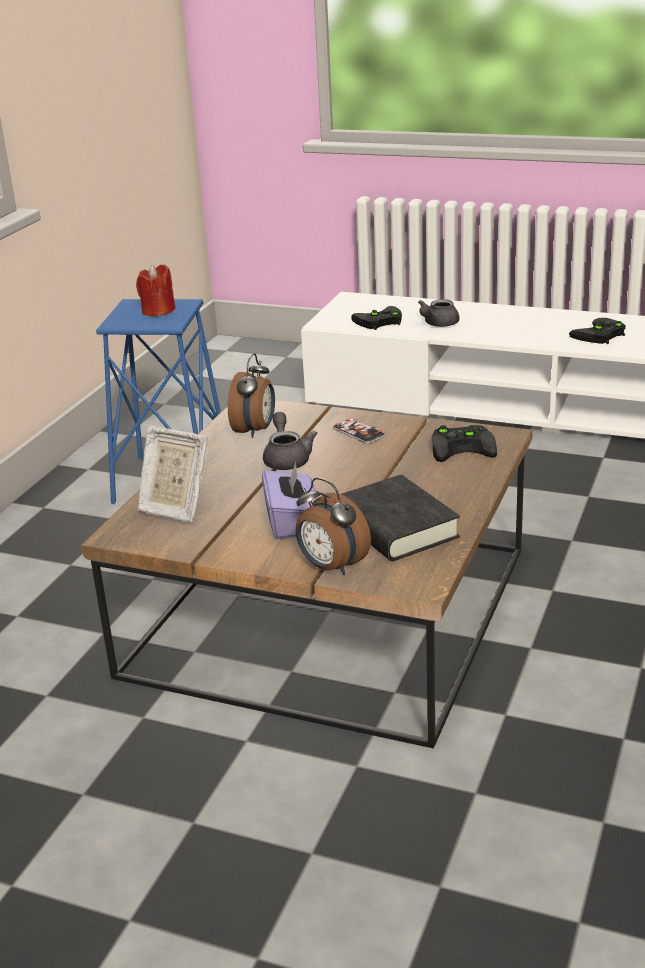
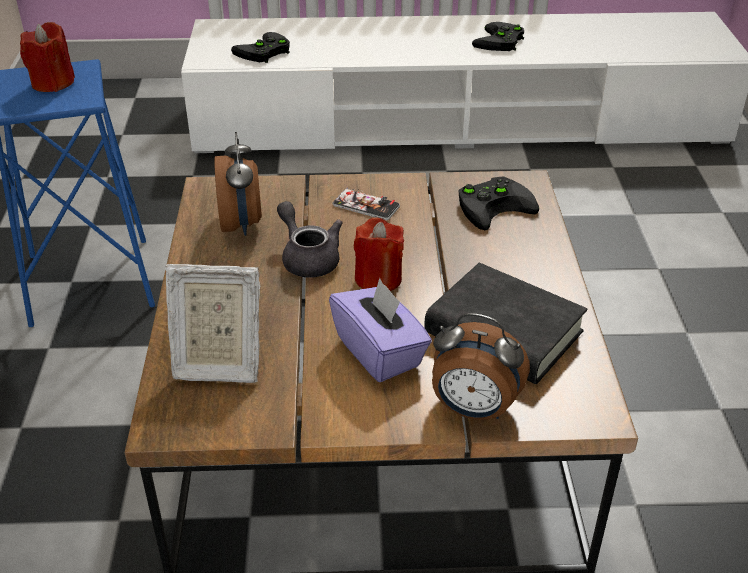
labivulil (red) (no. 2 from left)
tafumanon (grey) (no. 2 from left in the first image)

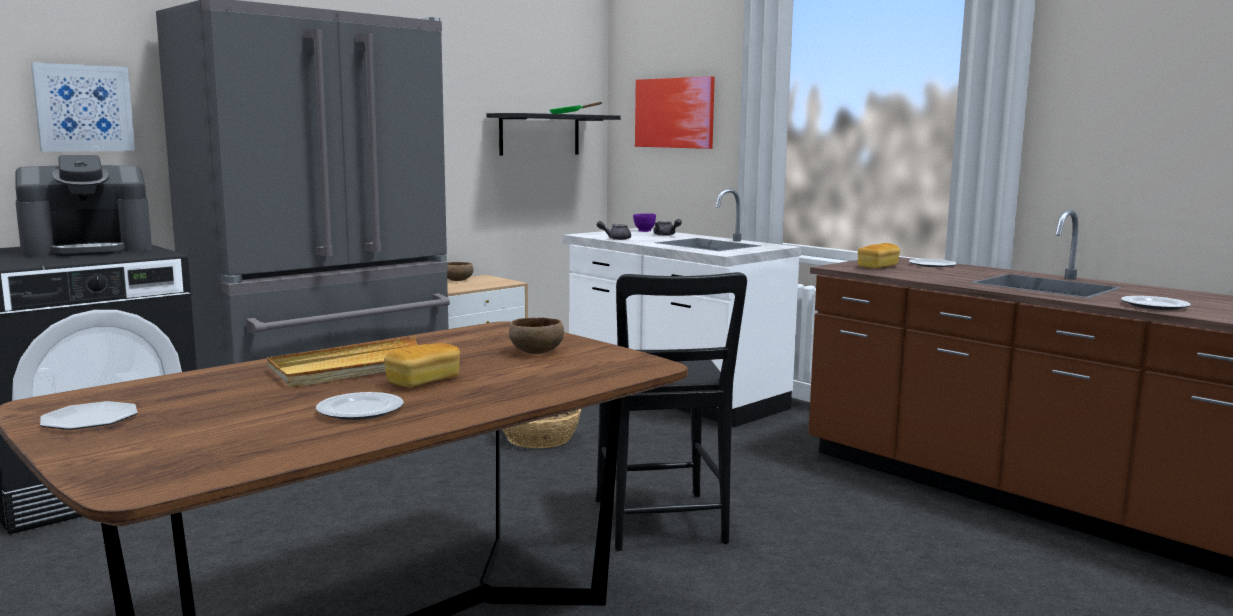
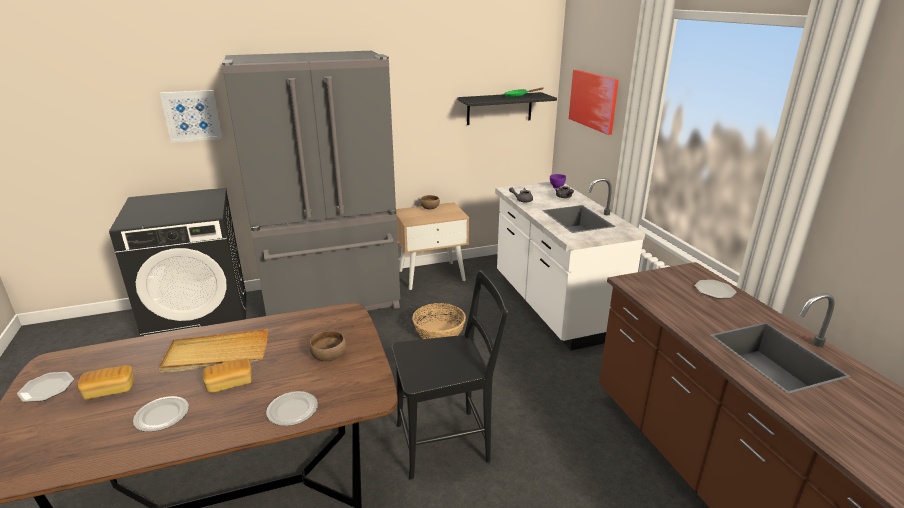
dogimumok (no. 1 from left)
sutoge (no. 3 from left)
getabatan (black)
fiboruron

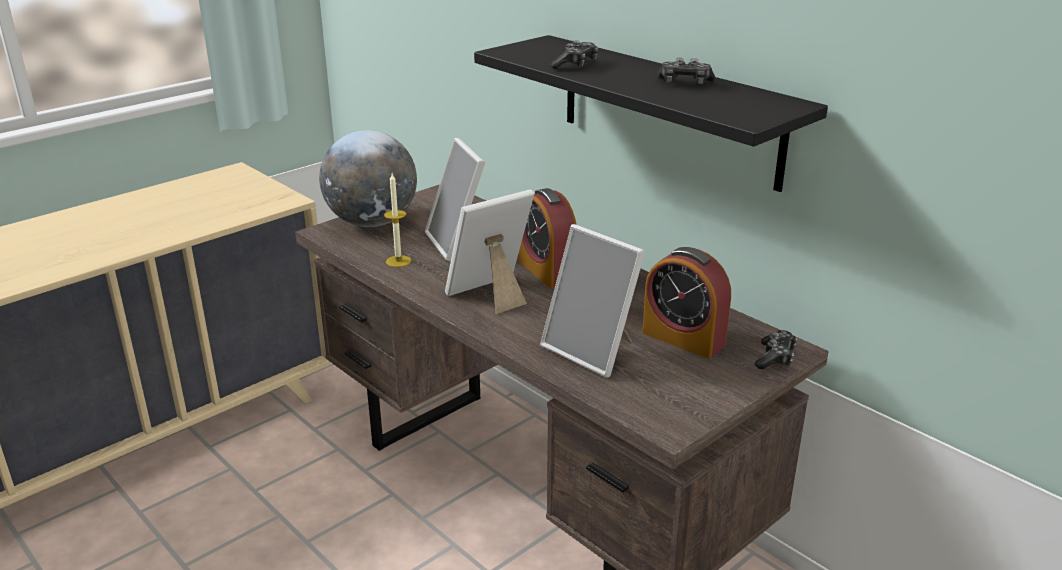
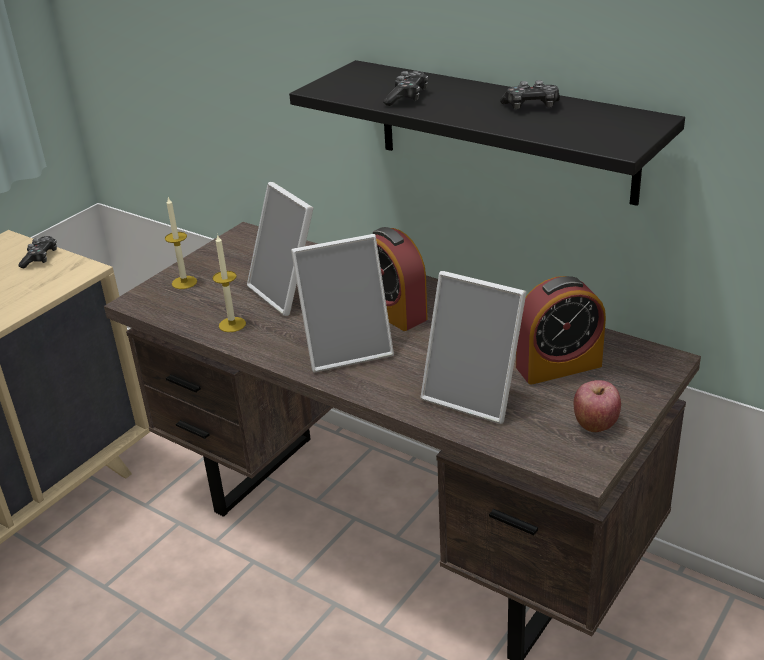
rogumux (no. 1 from left)
labivulil (no. 1 from left)
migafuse (no. 2 from left)
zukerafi (no. 2 from left)
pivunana

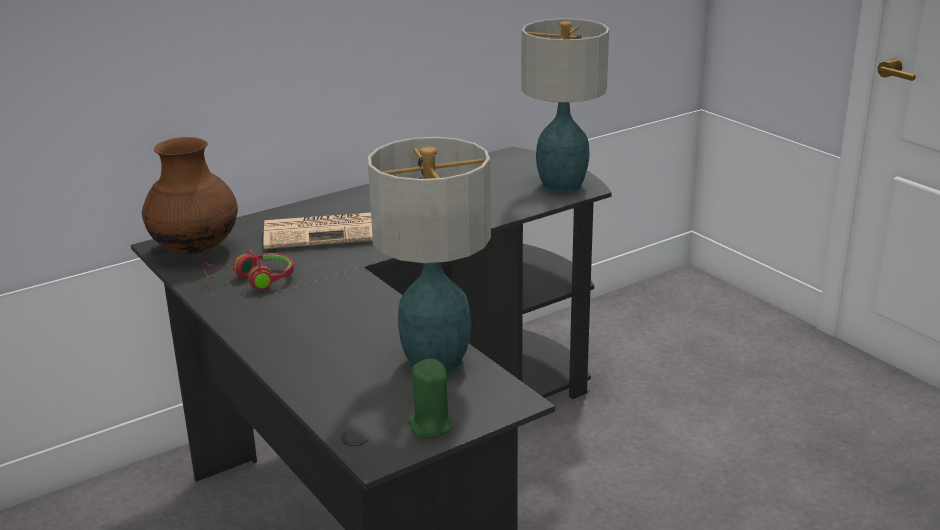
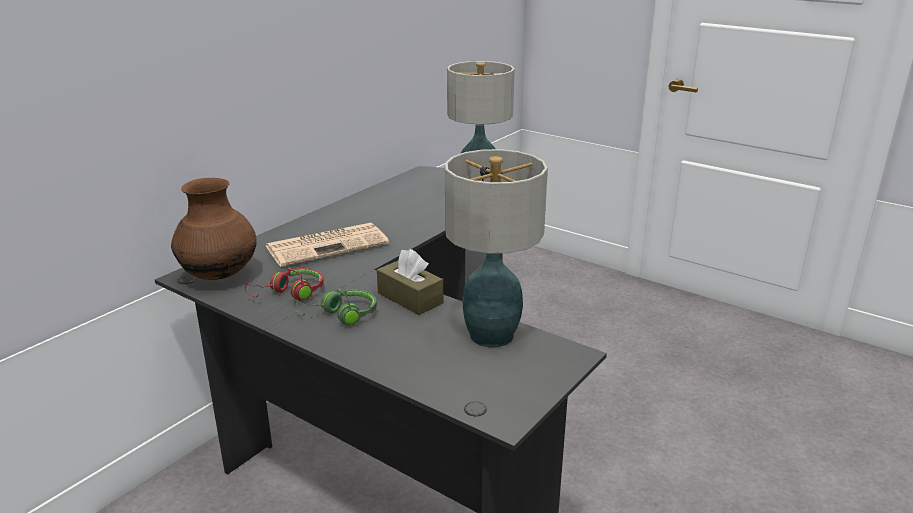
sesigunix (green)
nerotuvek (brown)
labivulil (green)

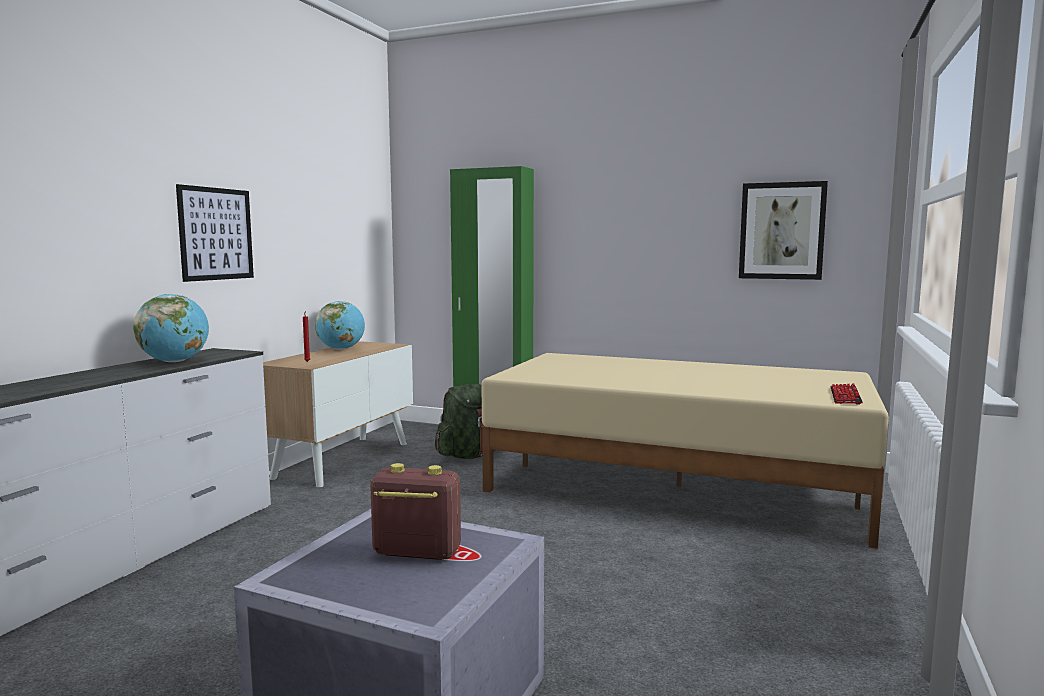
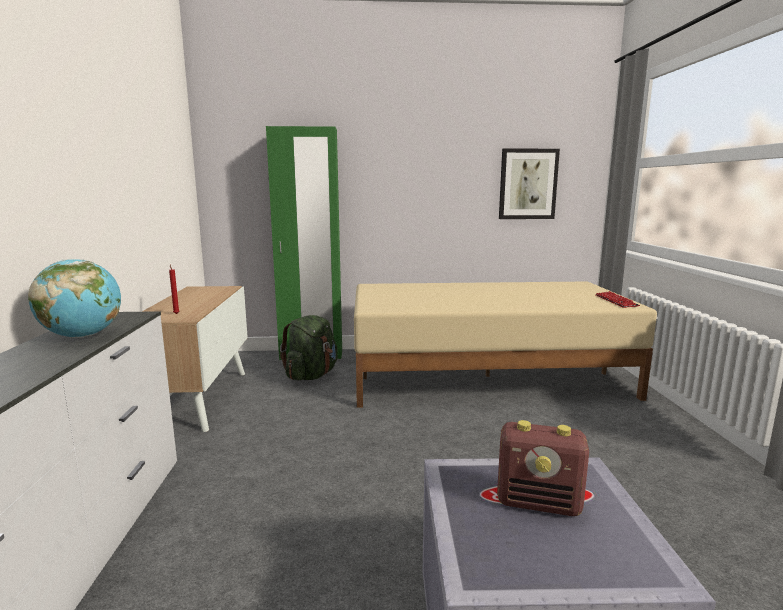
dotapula
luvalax (no. 1 from left in the first image)
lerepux (no. 2 from left in the first image)

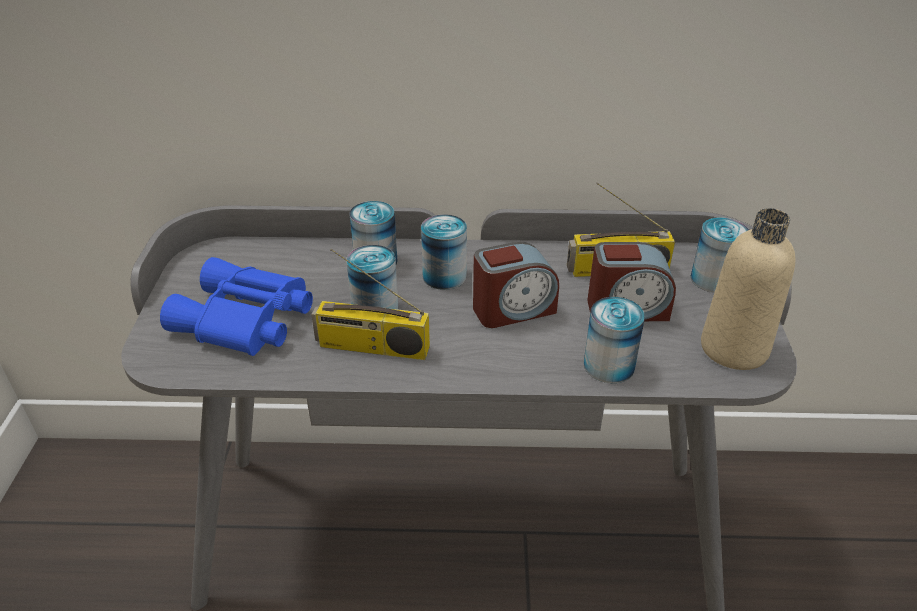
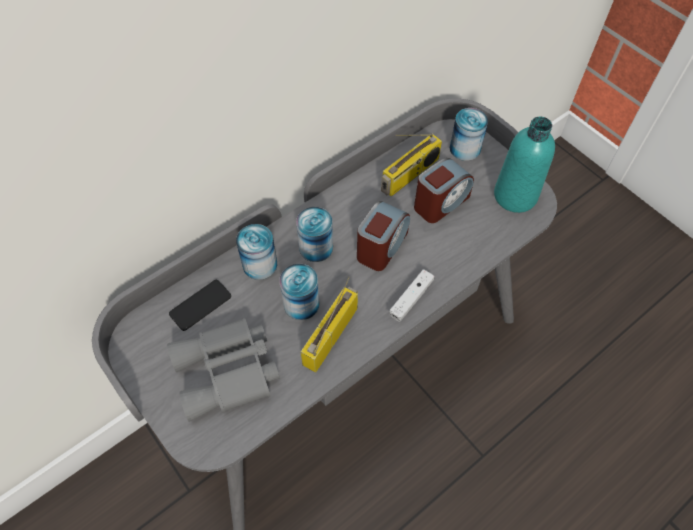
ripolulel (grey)
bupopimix
dotapula (no. 1 from left)
rogumux (white)
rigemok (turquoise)
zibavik (no. 4 from left in the first image)

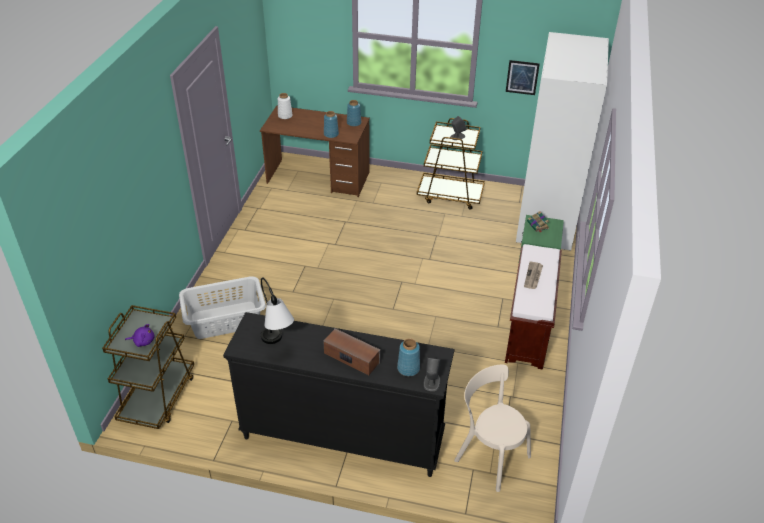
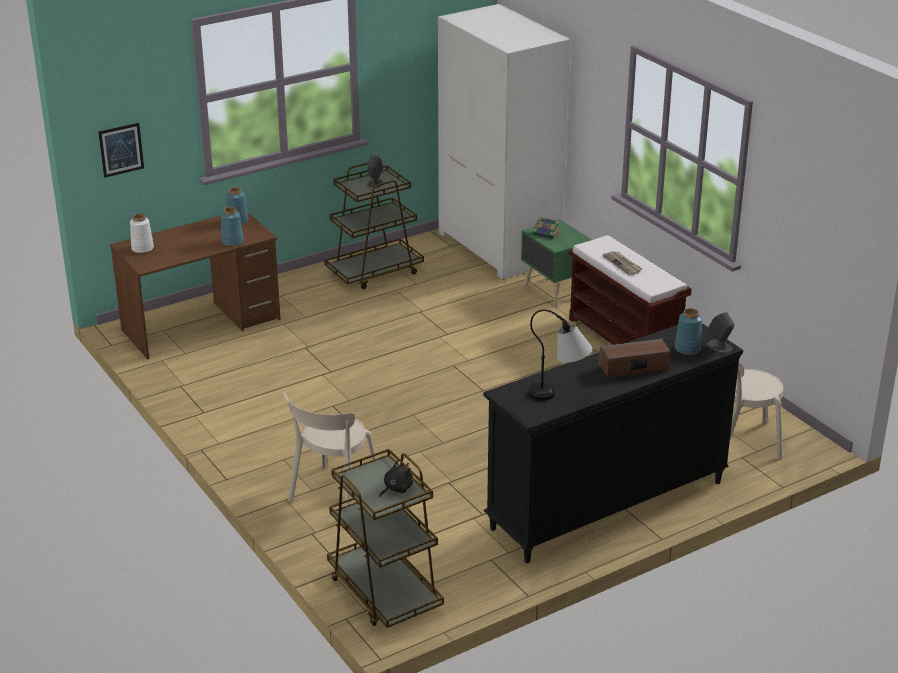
luvalax
getabatan (beige) (no. 1 from left)
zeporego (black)

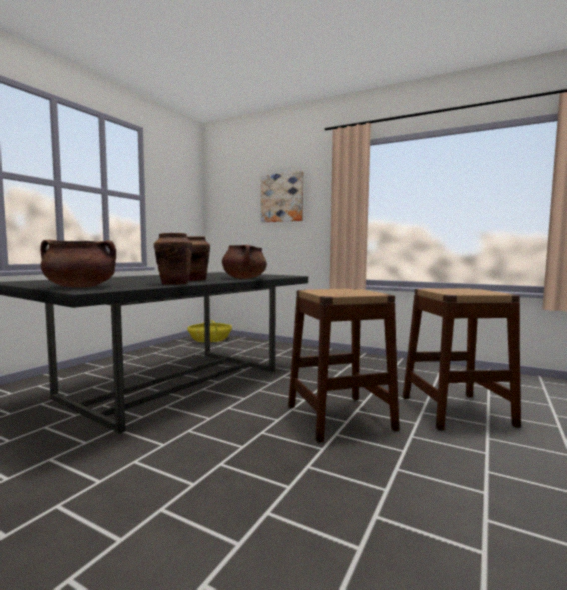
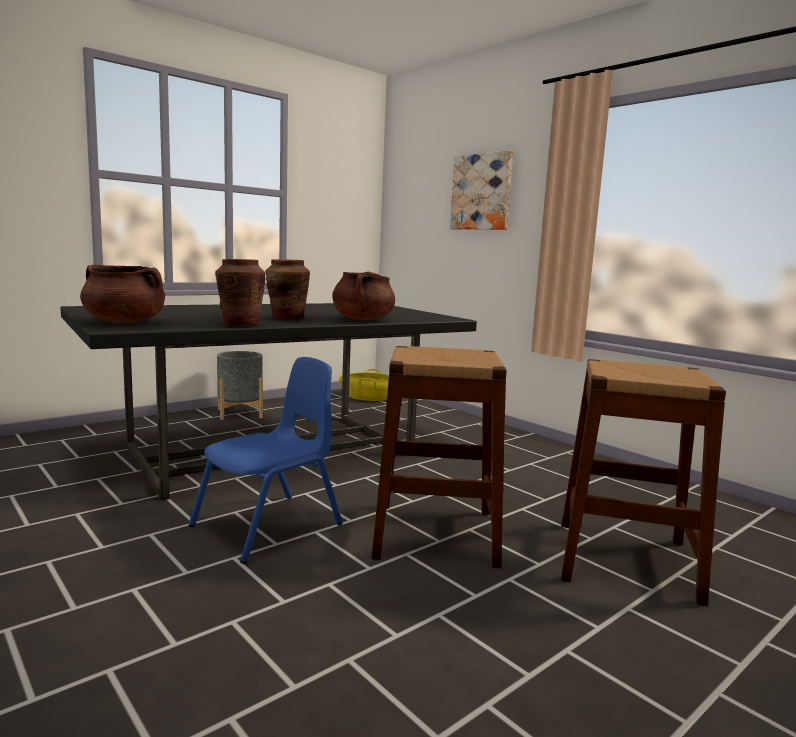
getabatan (blue)
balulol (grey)

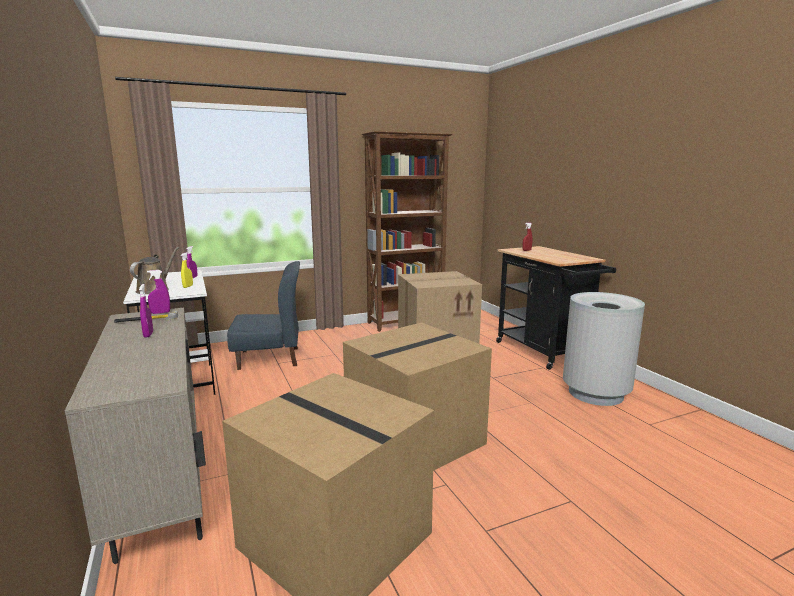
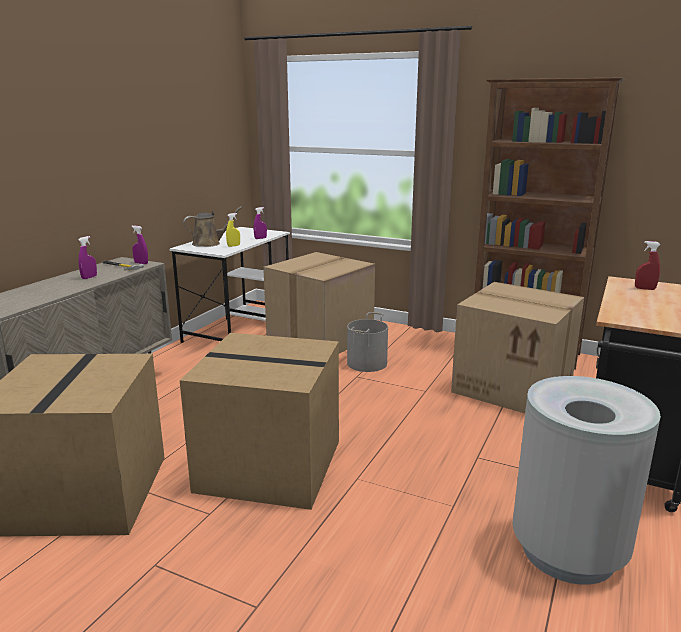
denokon (no. 3 from left)
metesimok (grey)

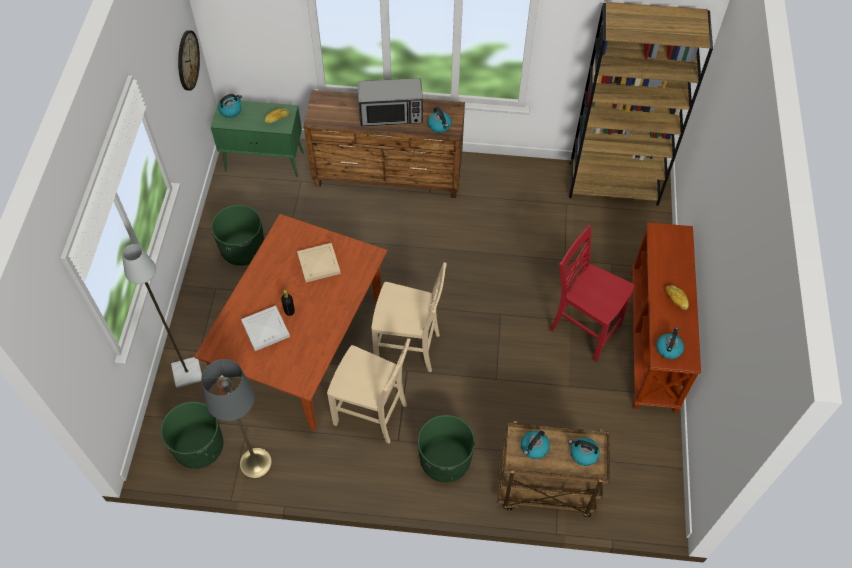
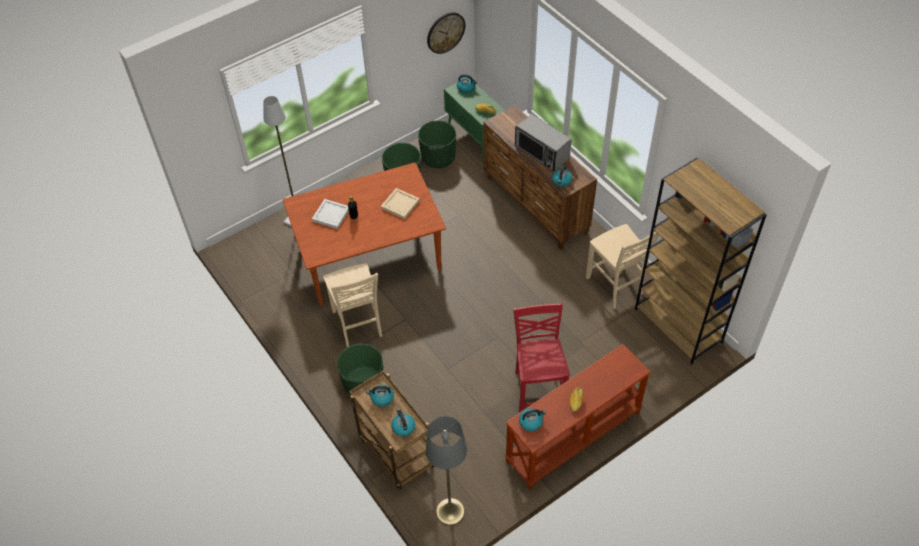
balulol (green) (no. 3 from left)
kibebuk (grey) (no. 2 from left)
getabatan (beige) (no. 2 from left)

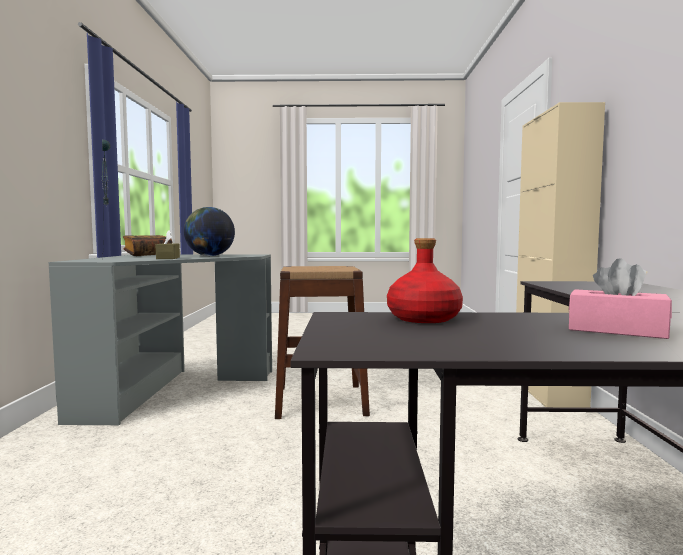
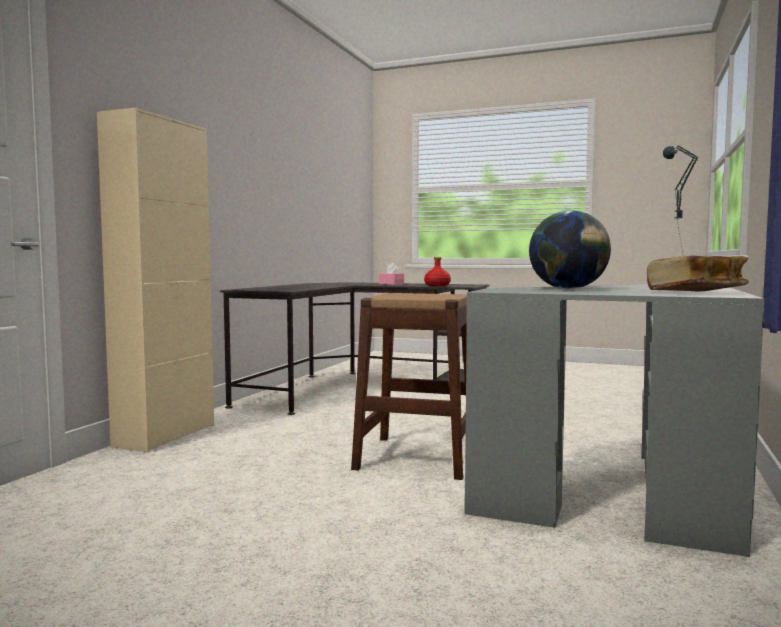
nerotuvek (brown)

